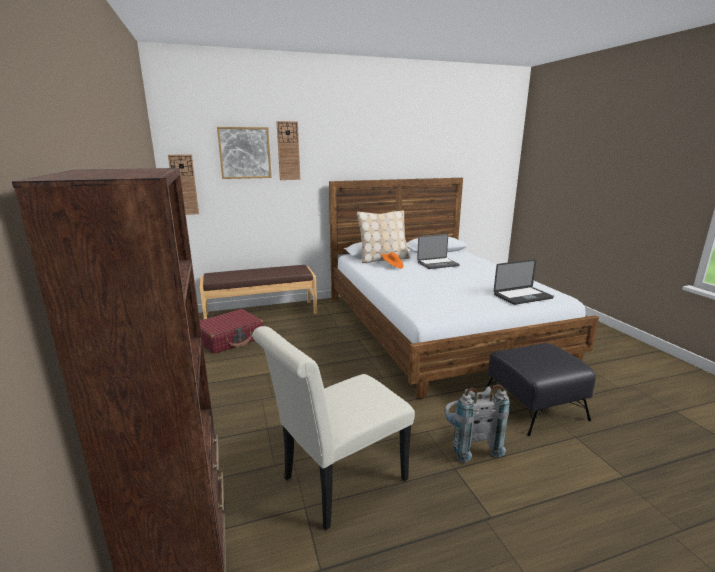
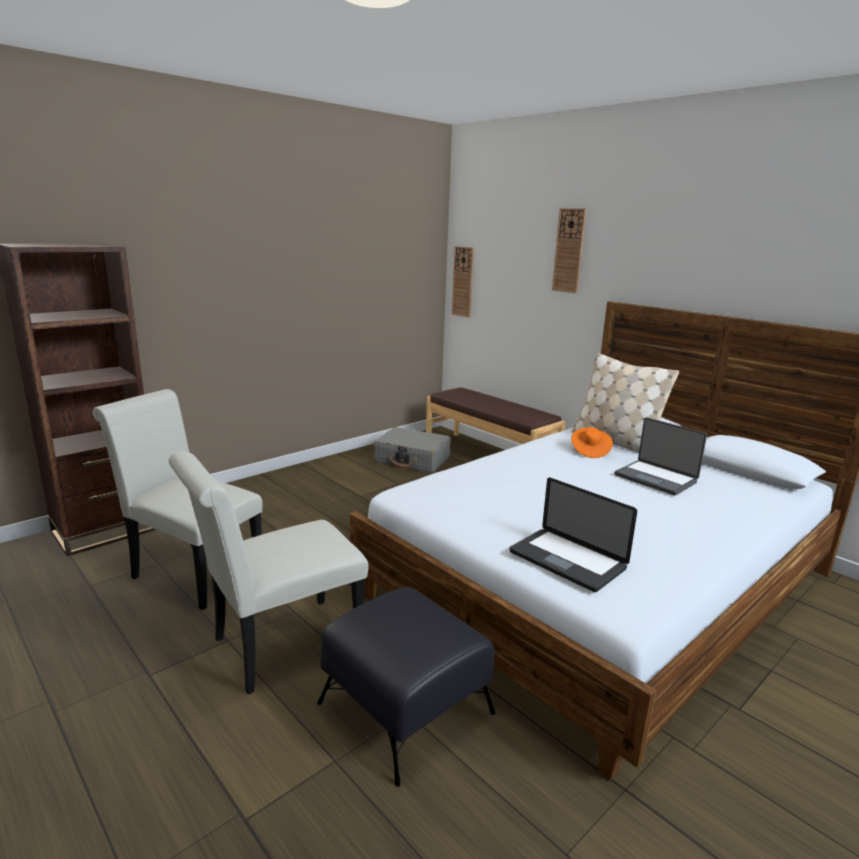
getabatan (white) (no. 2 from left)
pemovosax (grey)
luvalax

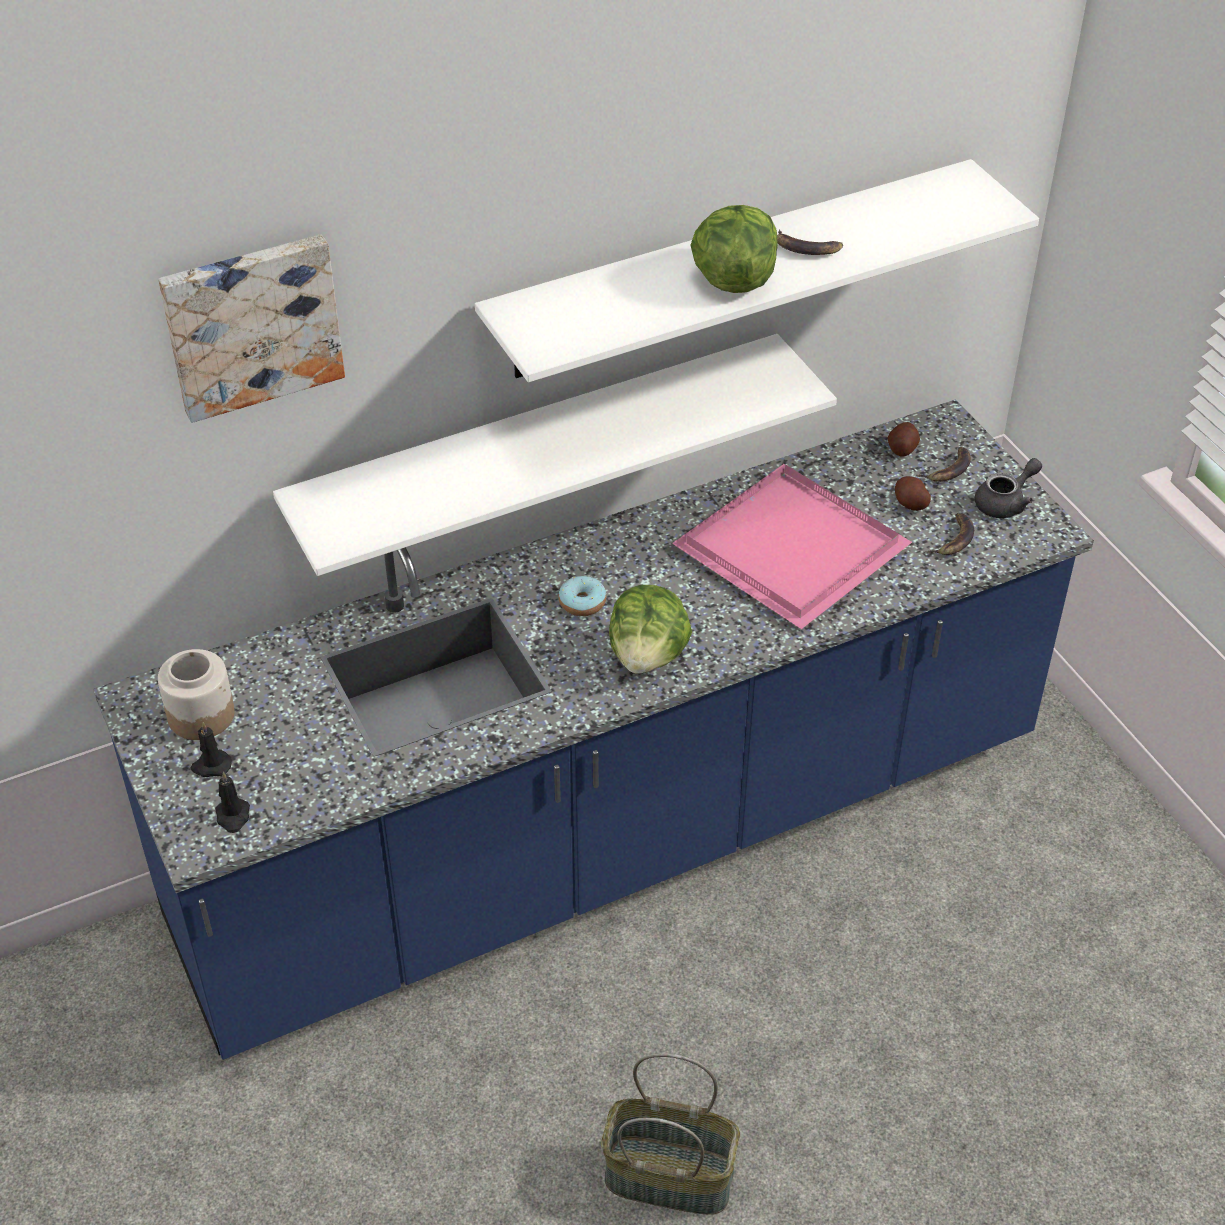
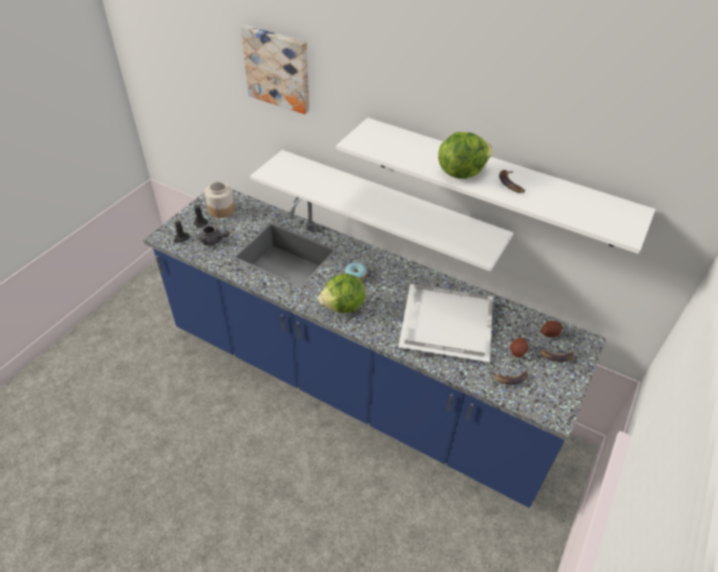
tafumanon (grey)
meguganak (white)
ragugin

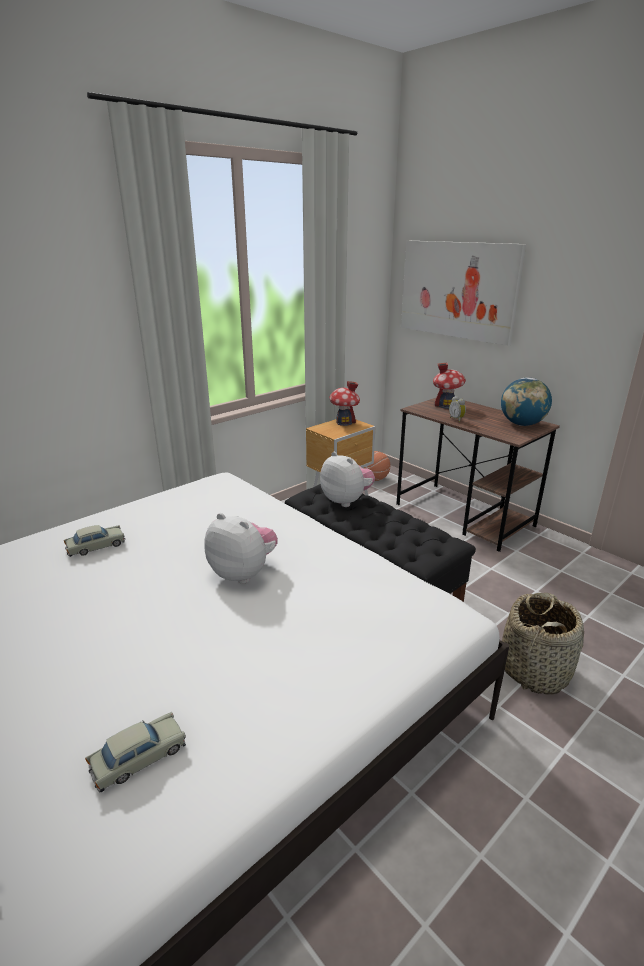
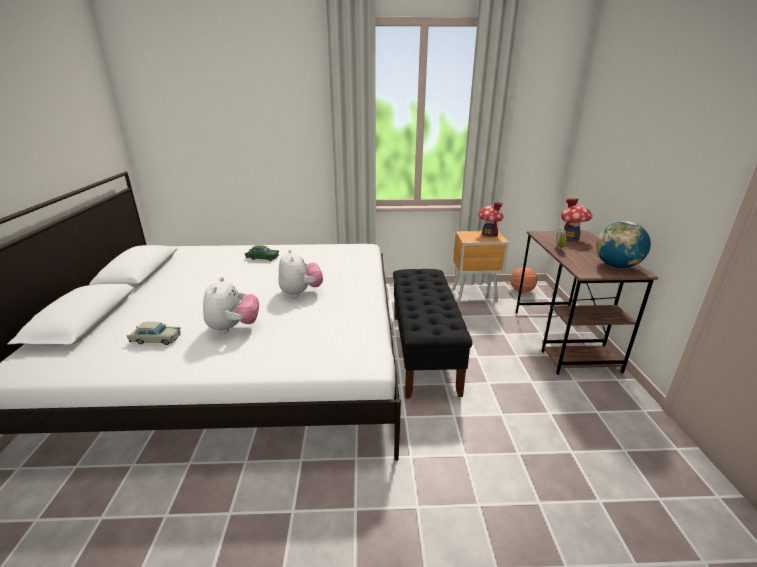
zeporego (no. 1 from left)
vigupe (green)
luvalax
ragugin

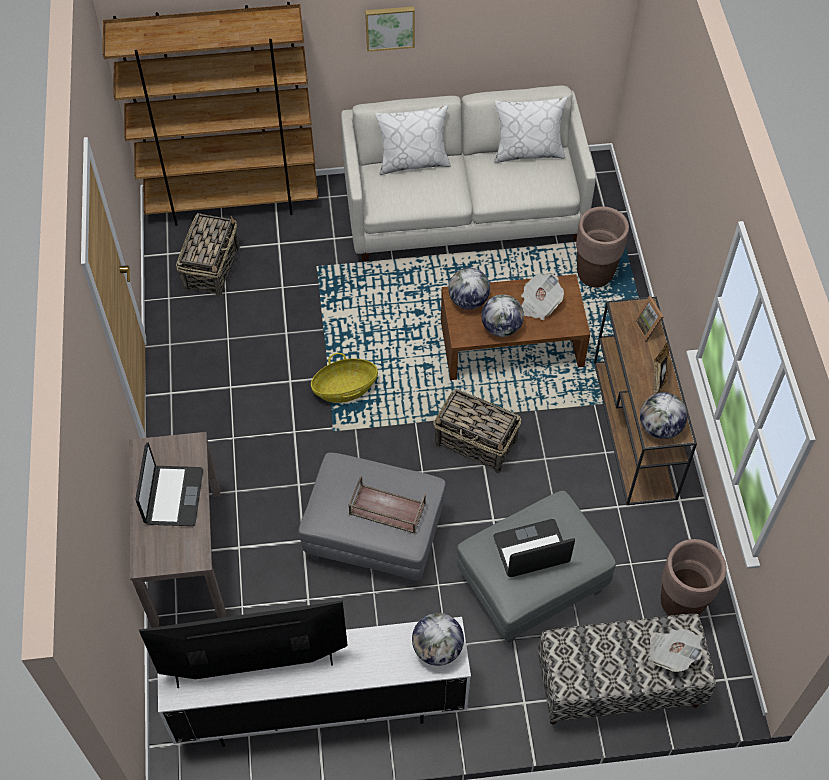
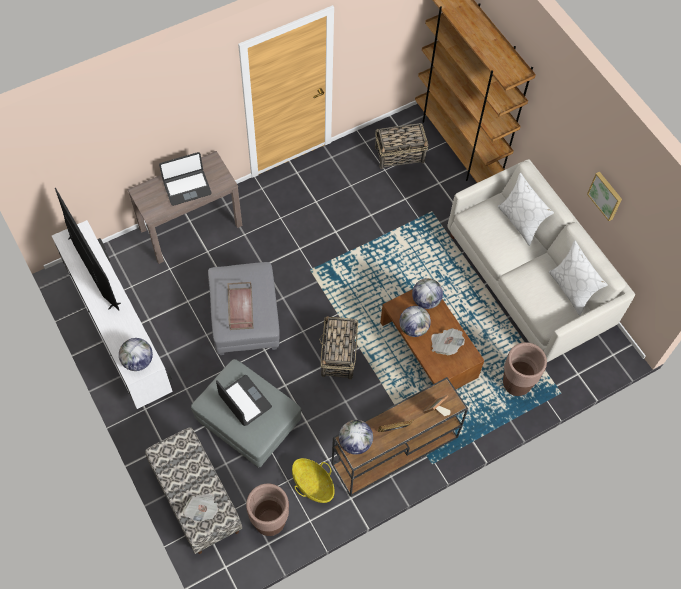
ragugin (no. 1 from left)
luvalax

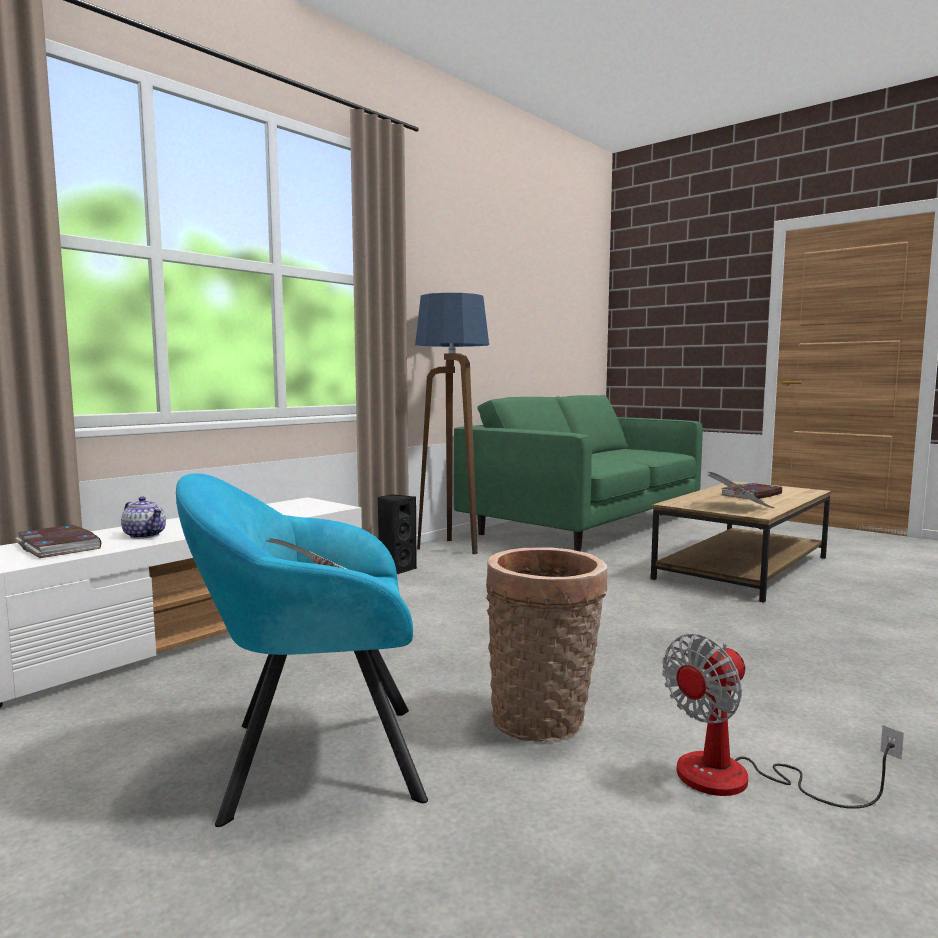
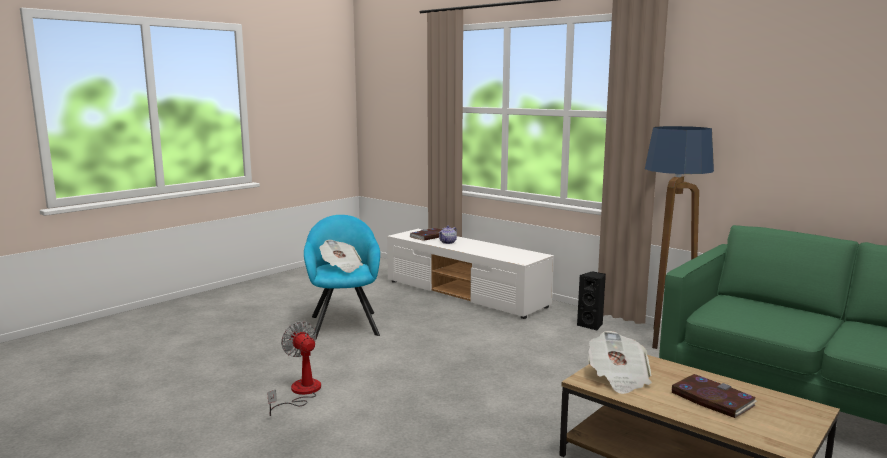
ragugin

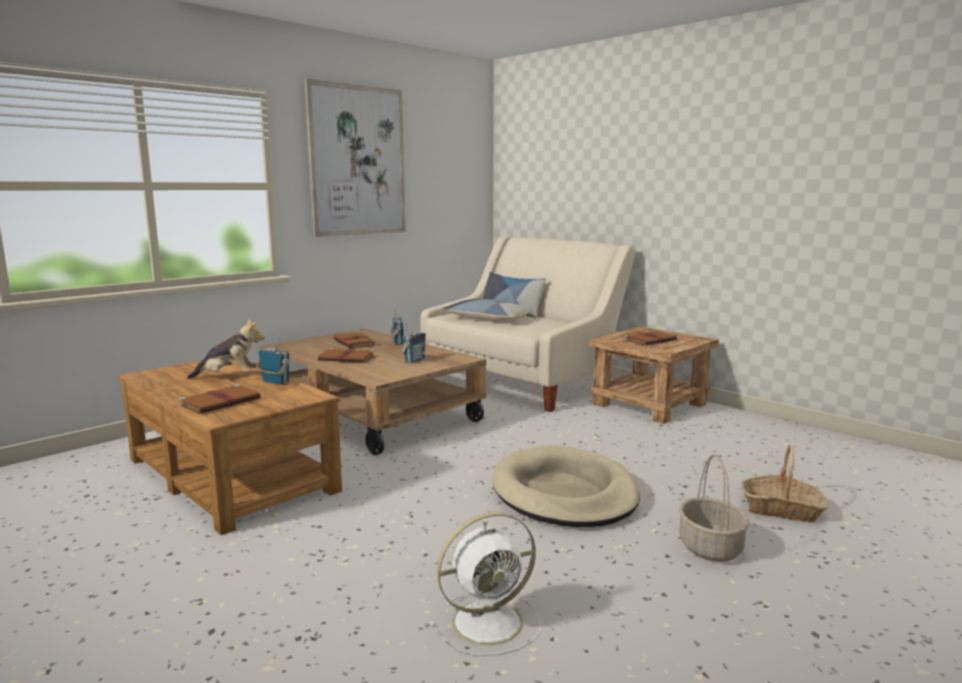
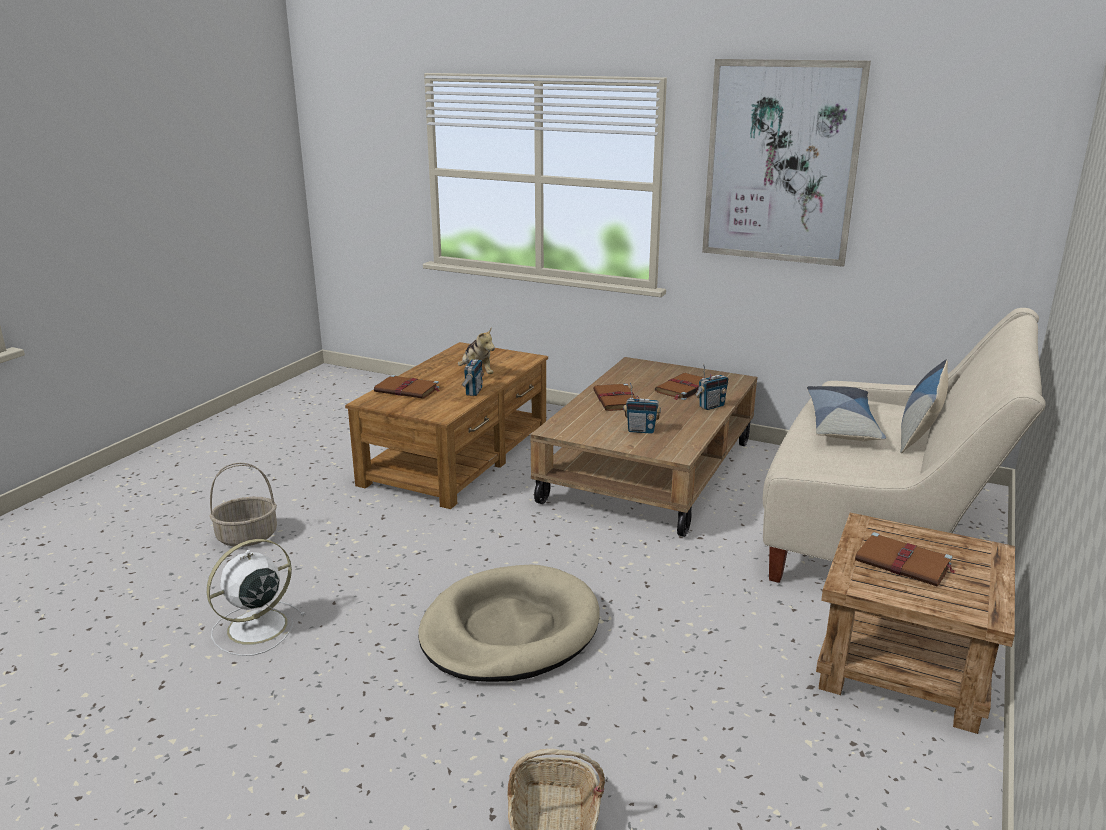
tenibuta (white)
ragugin (no. 1 from left)

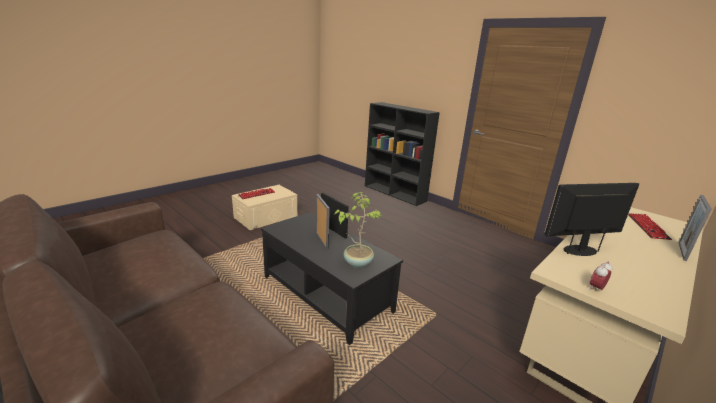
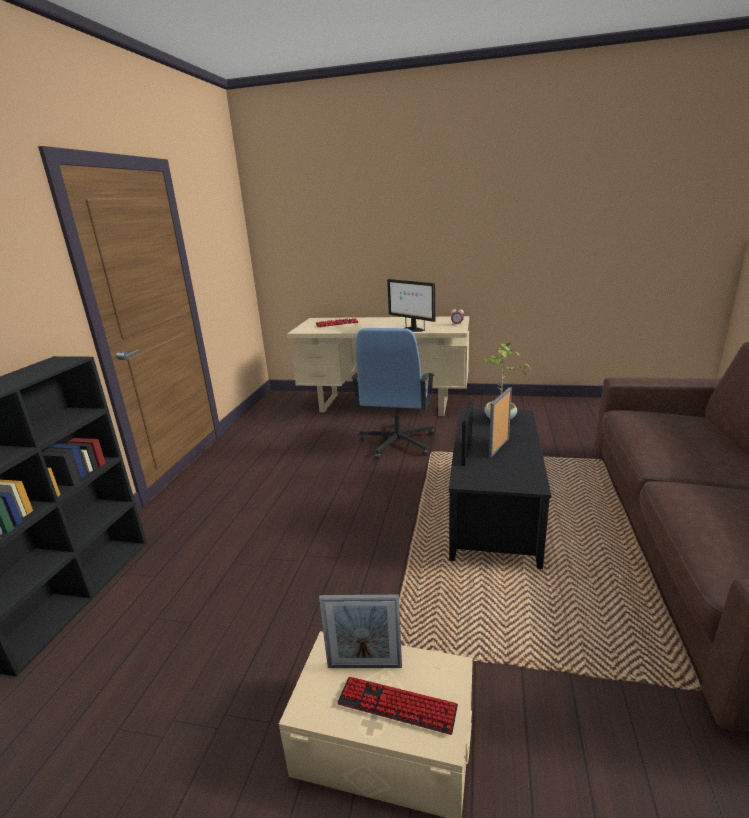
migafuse (no. 1 from left)
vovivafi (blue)

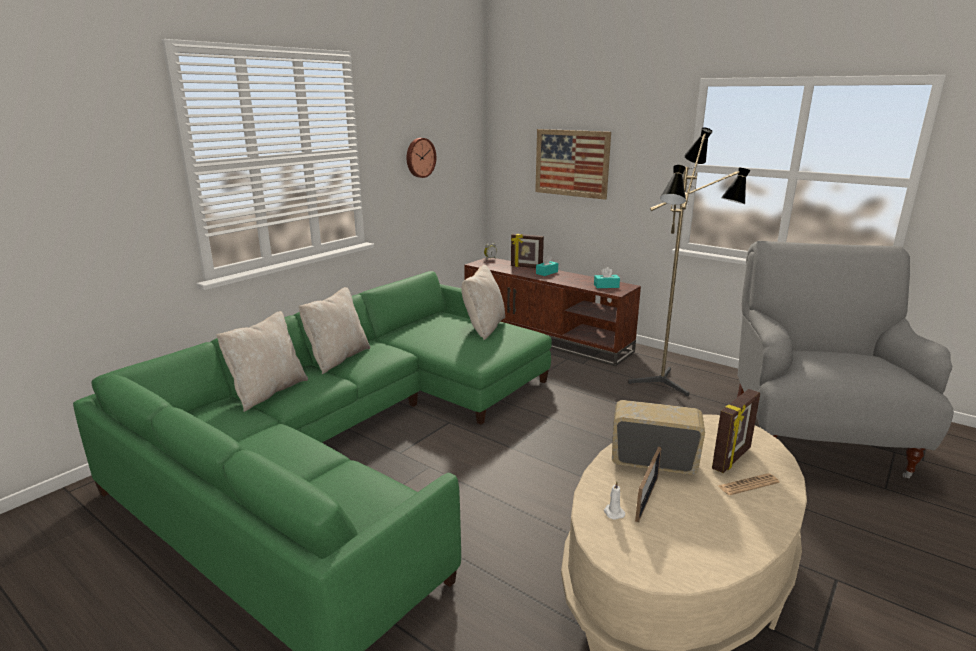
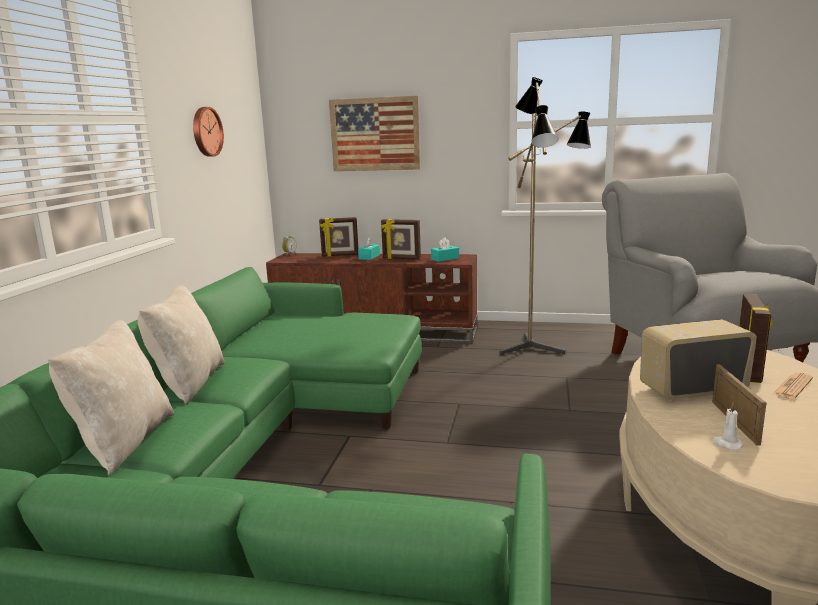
migafuse (no. 2 from left)
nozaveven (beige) (no. 3 from left in the first image)

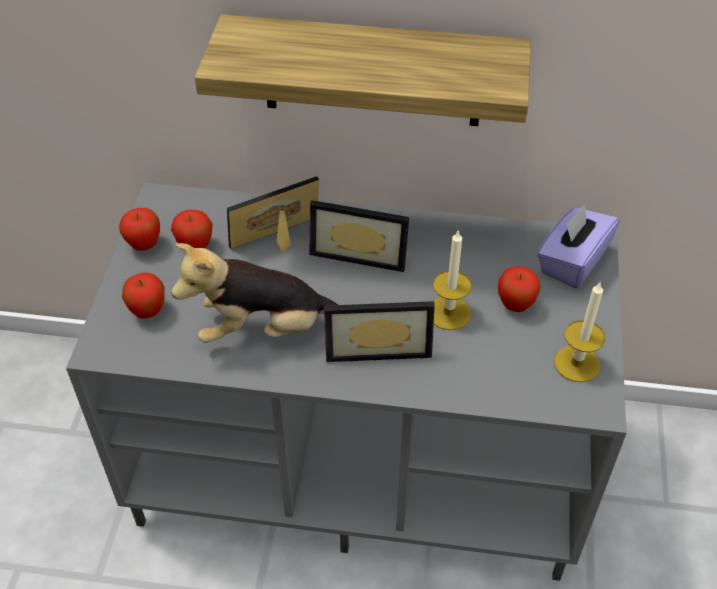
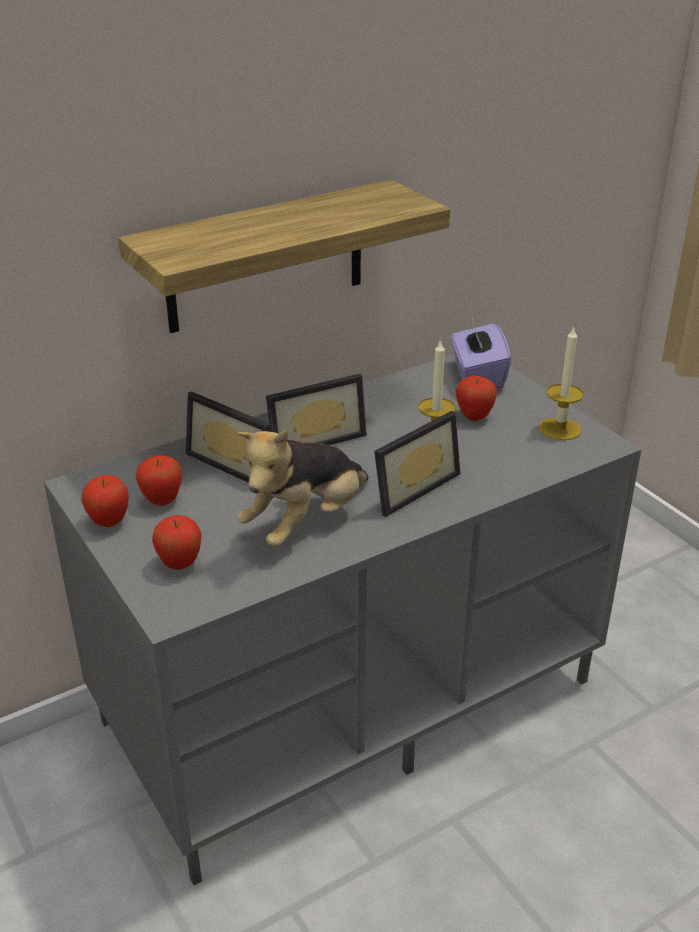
migafuse (no. 1 from left)

